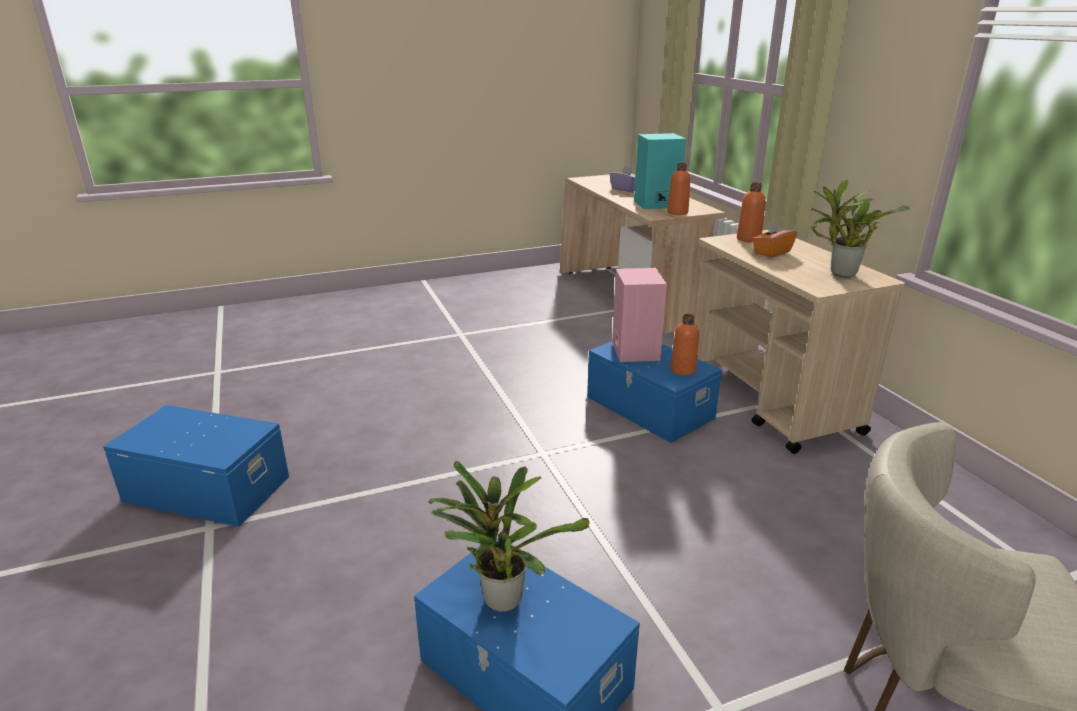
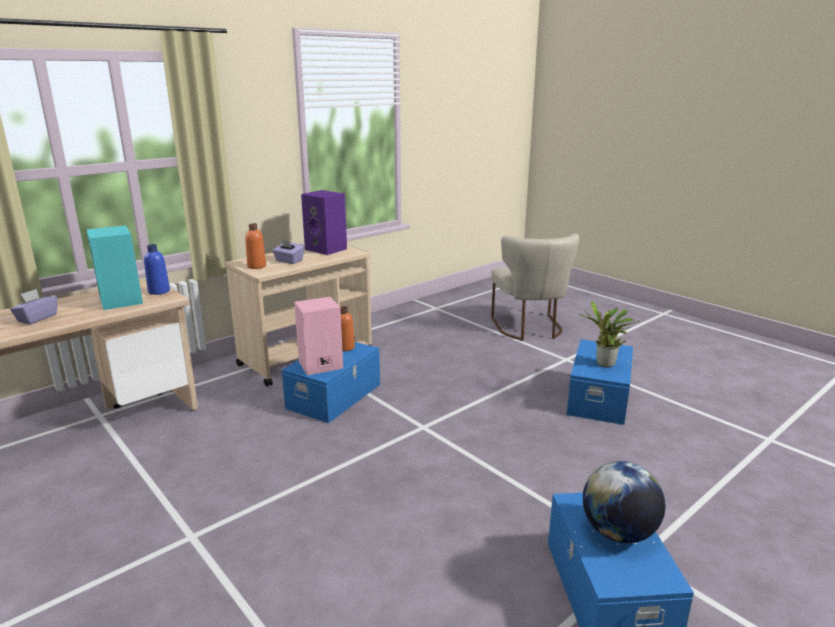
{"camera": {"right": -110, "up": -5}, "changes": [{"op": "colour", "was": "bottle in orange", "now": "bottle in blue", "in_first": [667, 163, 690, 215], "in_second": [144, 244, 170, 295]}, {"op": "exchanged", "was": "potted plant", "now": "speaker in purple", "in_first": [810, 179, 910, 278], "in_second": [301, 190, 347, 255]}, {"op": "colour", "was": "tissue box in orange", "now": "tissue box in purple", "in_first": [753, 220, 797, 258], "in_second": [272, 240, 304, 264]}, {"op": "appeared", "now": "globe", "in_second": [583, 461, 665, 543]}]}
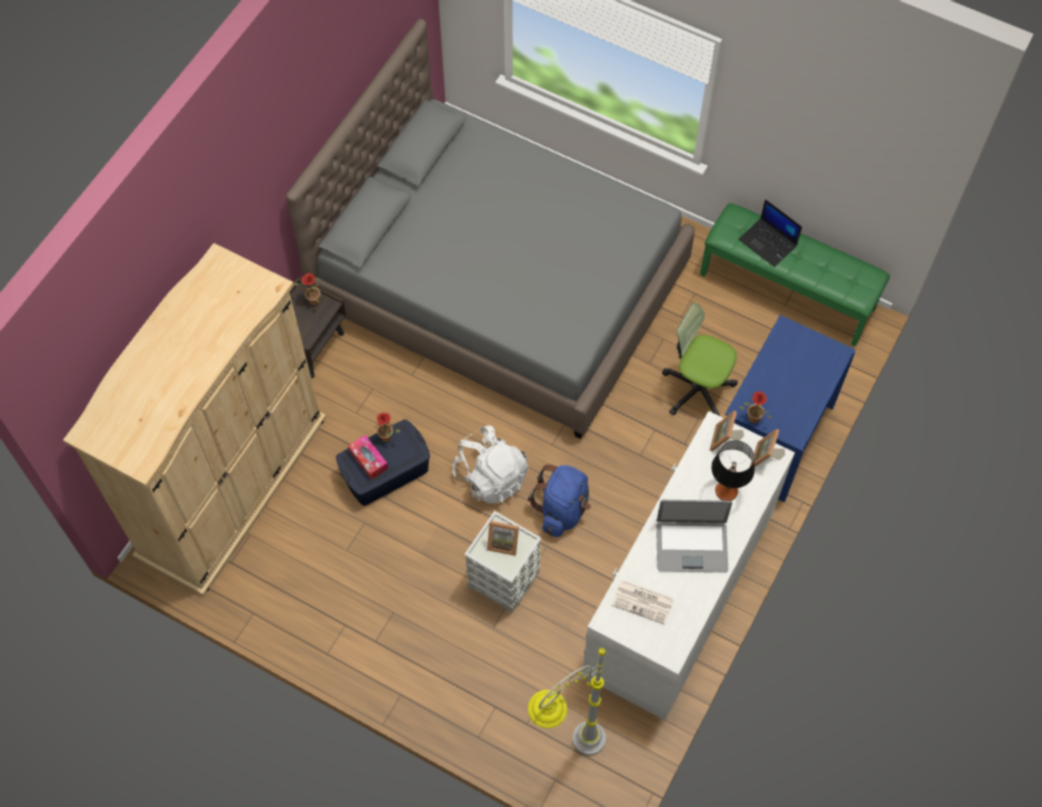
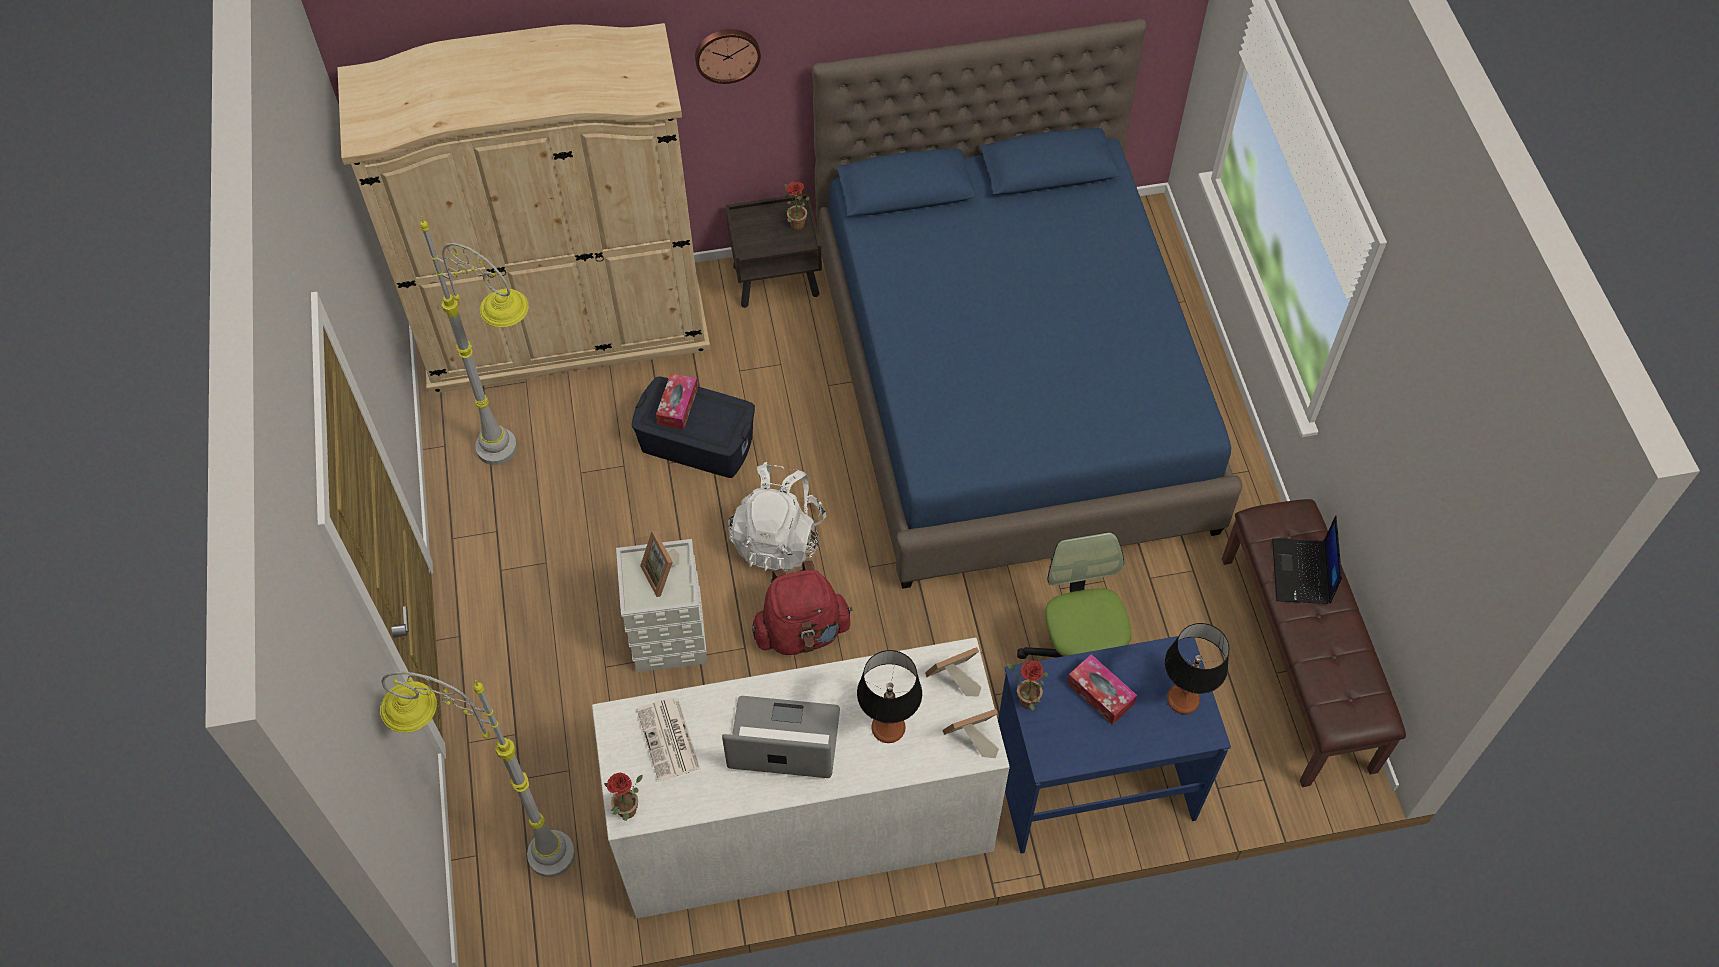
{"camera": {"right": 50, "up": -5}, "changes": [{"op": "colour", "was": "bed in grey", "now": "bed in blue", "in_first": [286, 19, 695, 439], "in_second": [812, 18, 1242, 589]}, {"op": "colour", "was": "bench in green", "now": "bench in brown", "in_first": [700, 203, 890, 346], "in_second": [1222, 499, 1406, 787]}, {"op": "relocated", "was": "potted plant", "in_first": [374, 413, 400, 442], "in_second": [604, 773, 643, 821]}, {"op": "colour", "was": "backpack in blue", "now": "backpack in red", "in_first": [528, 464, 591, 537], "in_second": [752, 560, 853, 655]}, {"op": "spun", "was": "laptop", "in_first": [656, 500, 732, 572], "in_second": [722, 696, 840, 778], "clockwise": 135}, {"op": "appeared", "now": "wall clock", "in_second": [695, 29, 761, 84]}, {"op": "appeared", "now": "floor lamp in grey", "in_second": [420, 216, 529, 465]}, {"op": "appeared", "now": "table lamp", "in_second": [1165, 623, 1229, 714]}, {"op": "appeared", "now": "tissue box", "in_second": [1067, 654, 1137, 725]}]}
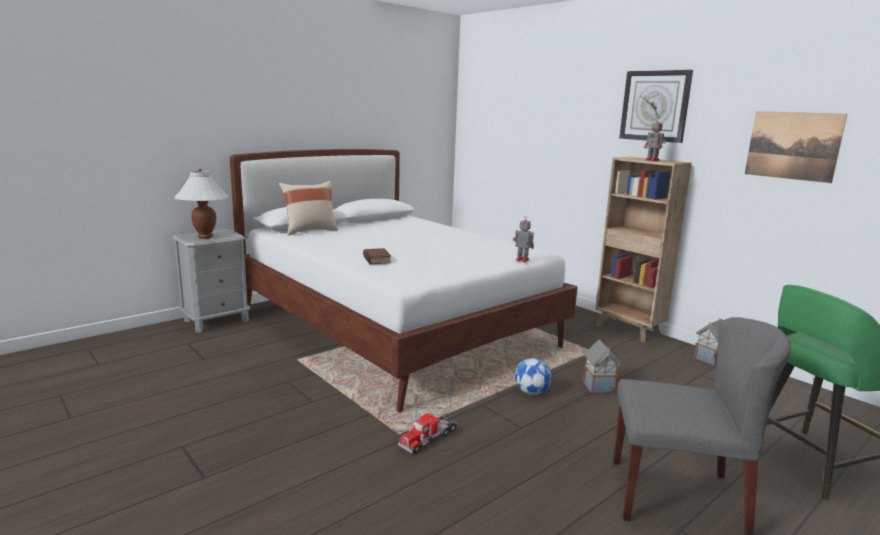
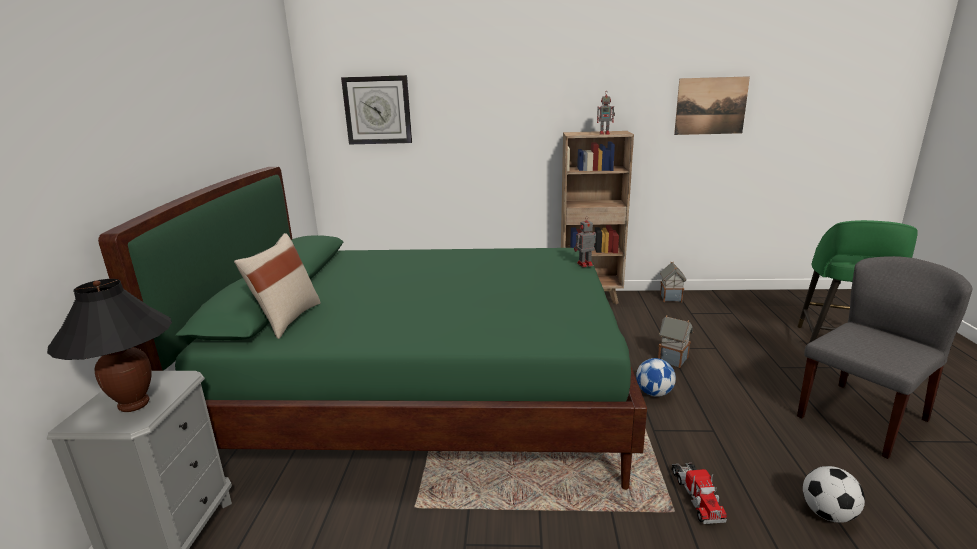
{"camera": {"right": -45, "up": 5}, "changes": [{"op": "relocated", "was": "wall clock", "in_first": [619, 70, 693, 143], "in_second": [341, 75, 412, 144]}, {"op": "colour", "was": "bed in white", "now": "bed in green", "in_first": [230, 149, 578, 412], "in_second": [98, 167, 647, 490]}, {"op": "colour", "was": "table lamp in white", "now": "table lamp in black", "in_first": [174, 169, 229, 239], "in_second": [47, 279, 172, 412]}, {"op": "missing", "was": "book", "in_first": [363, 248, 391, 264]}, {"op": "appeared", "now": "football", "in_second": [803, 466, 865, 523]}]}
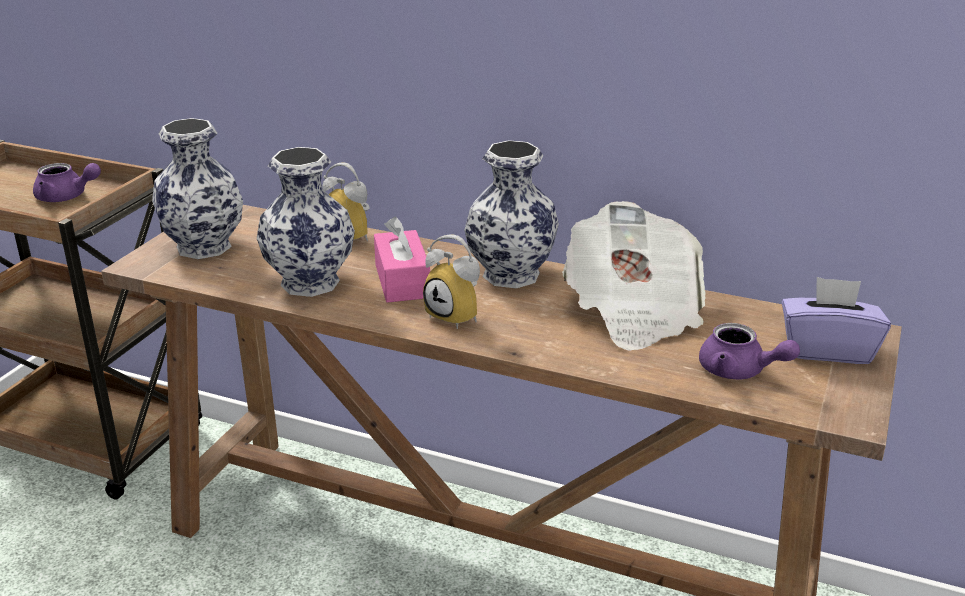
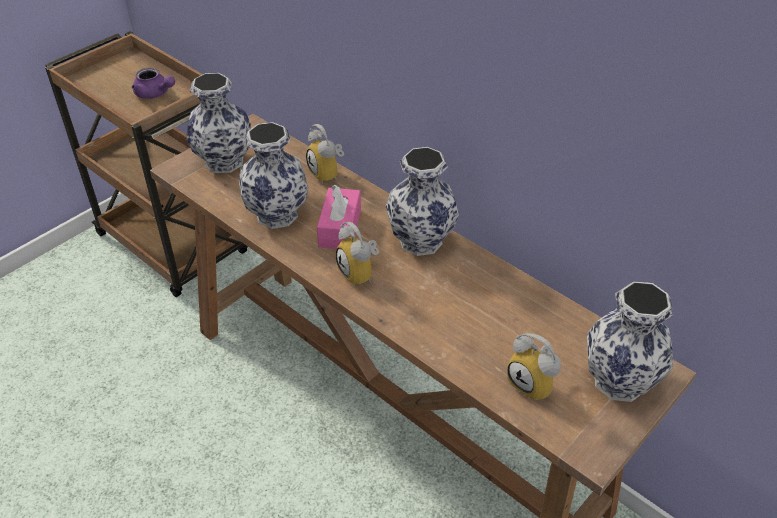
{"camera": {"right": 20, "up": 15}, "changes": [{"op": "missing", "was": "newspaper", "in_first": [562, 201, 705, 351]}, {"op": "exchanged", "was": "tissue box in purple", "now": "vase", "in_first": [782, 277, 891, 364], "in_second": [587, 281, 673, 402]}, {"op": "exchanged", "was": "teapot in purple", "now": "alarm clock", "in_first": [699, 323, 800, 380], "in_second": [507, 333, 561, 401]}]}
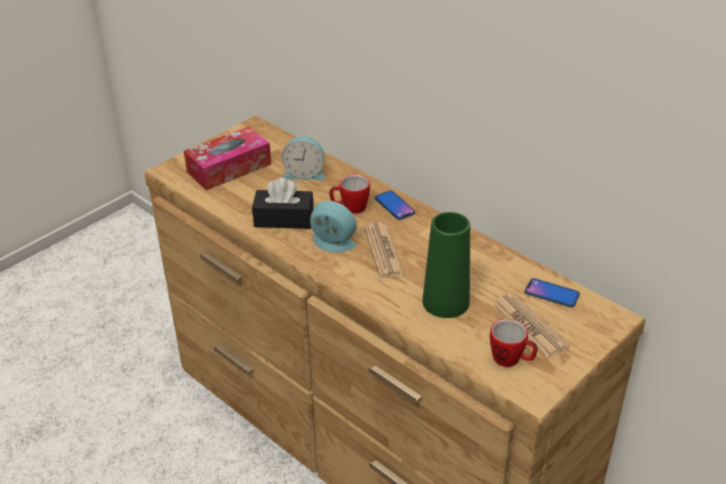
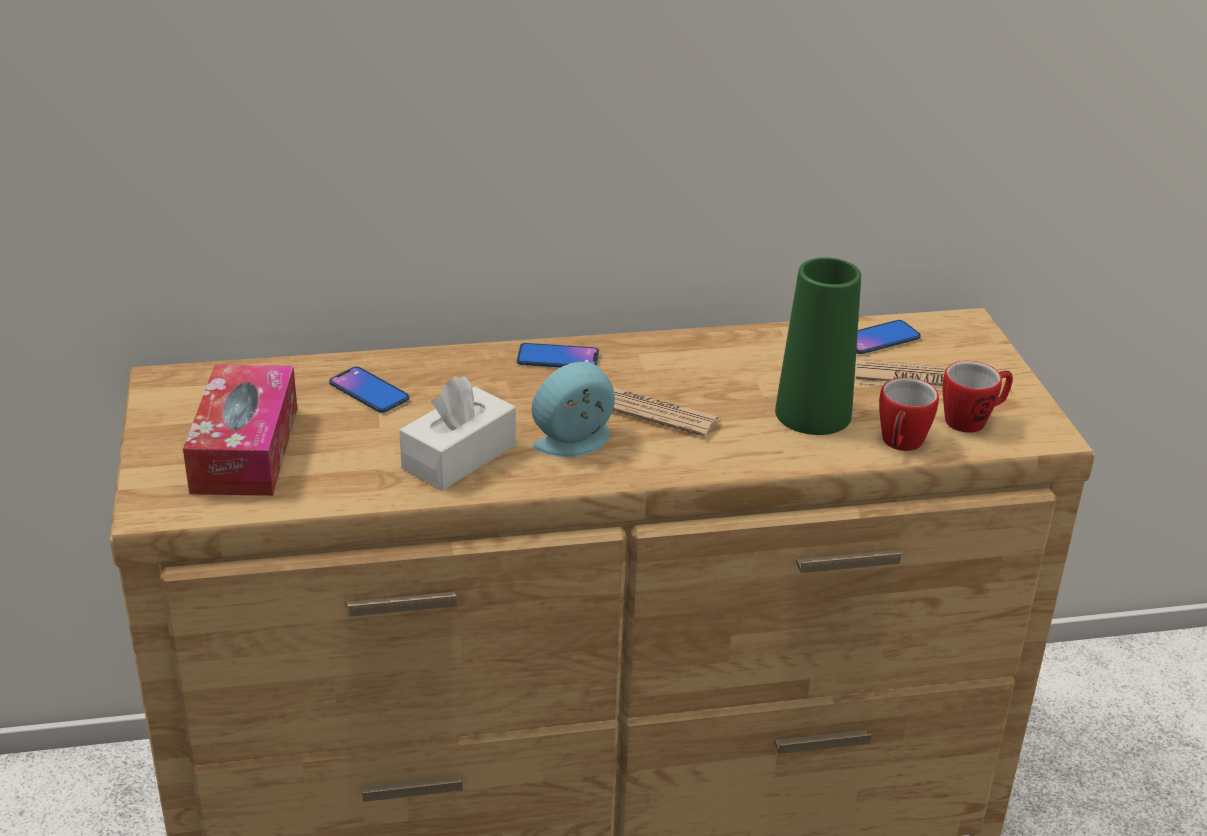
{"camera": {"right": -55, "up": -5}, "changes": [{"op": "exchanged", "was": "alarm clock", "now": "phone", "in_first": [281, 136, 325, 180], "in_second": [329, 367, 409, 413]}, {"op": "relocated", "was": "mug", "in_first": [330, 174, 370, 214], "in_second": [879, 377, 939, 451]}, {"op": "colour", "was": "tissue box in black", "now": "tissue box in white", "in_first": [252, 178, 314, 229], "in_second": [399, 376, 516, 490]}]}
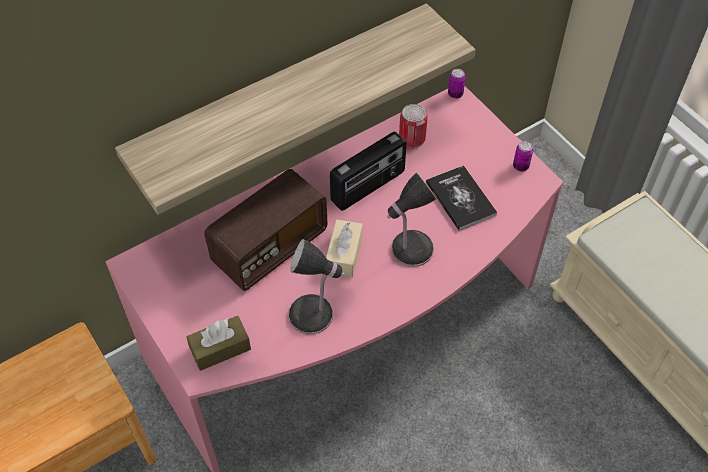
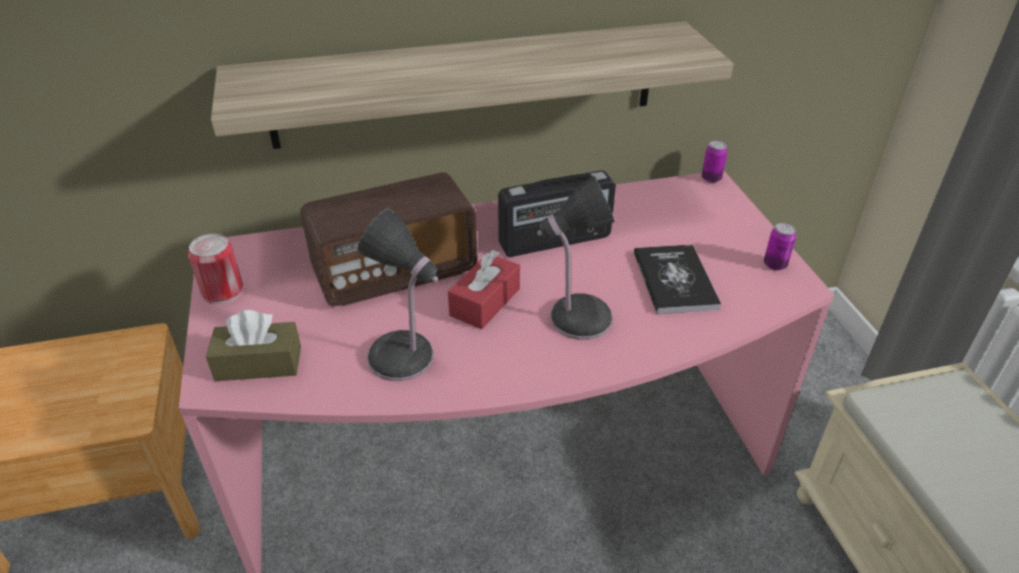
{"camera": {"right": 20, "up": -15}, "changes": [{"op": "relocated", "was": "can", "in_first": [399, 104, 428, 149], "in_second": [188, 234, 243, 304]}, {"op": "colour", "was": "tissue box in beige", "now": "tissue box in red", "in_first": [326, 219, 363, 277], "in_second": [448, 250, 520, 329]}]}
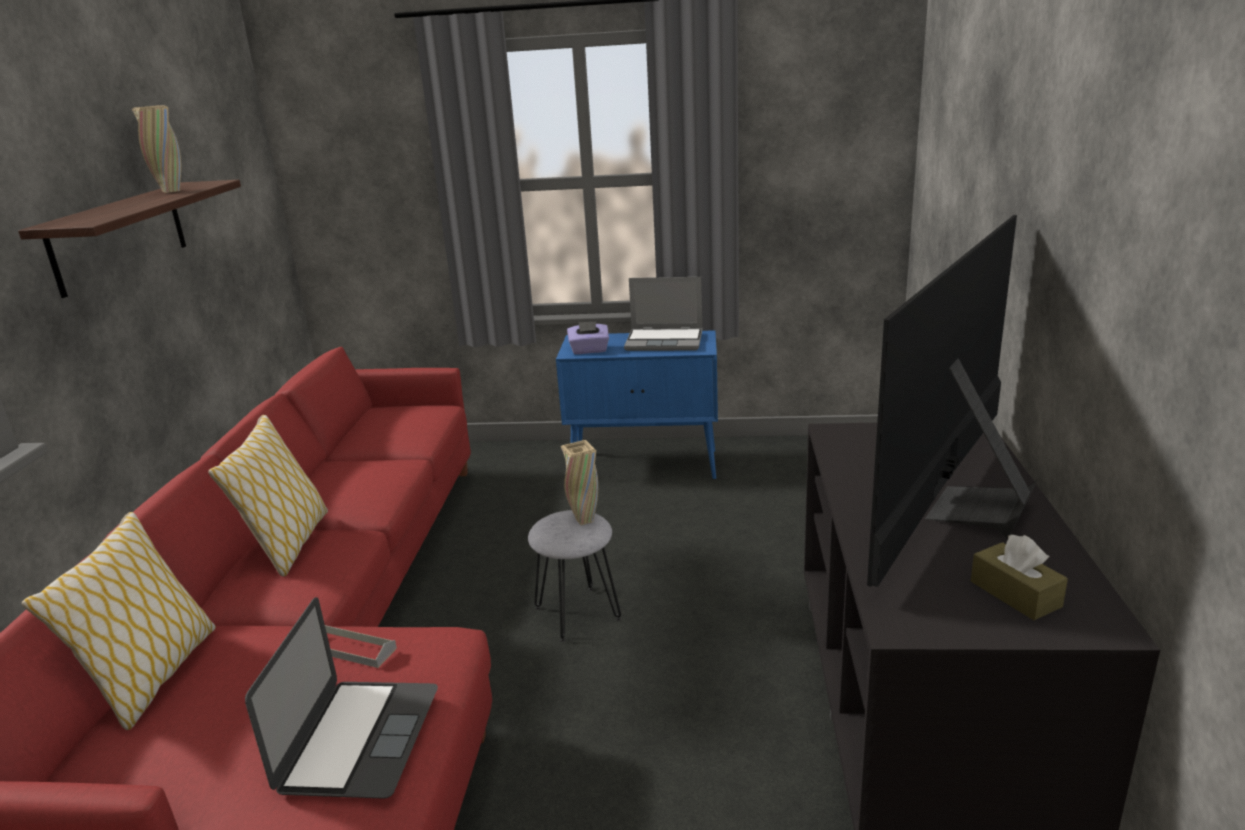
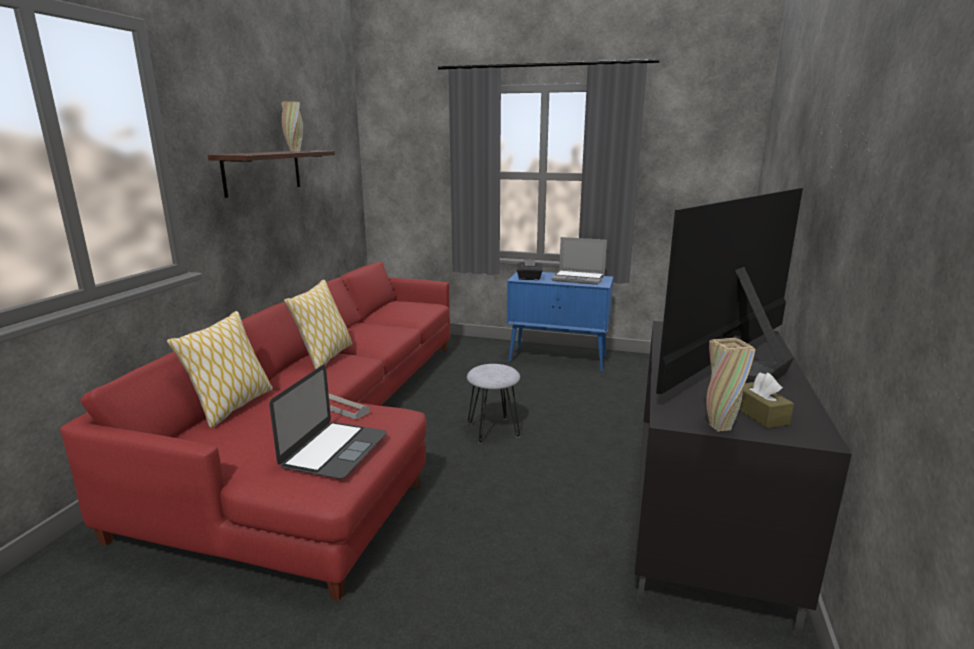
{"camera": {"right": 10, "up": -5}, "changes": [{"op": "colour", "was": "tissue box in purple", "now": "tissue box in black", "in_first": [567, 321, 609, 354], "in_second": [517, 259, 543, 280]}, {"op": "relocated", "was": "vase in beige", "in_first": [561, 440, 598, 525], "in_second": [706, 338, 755, 432]}]}
